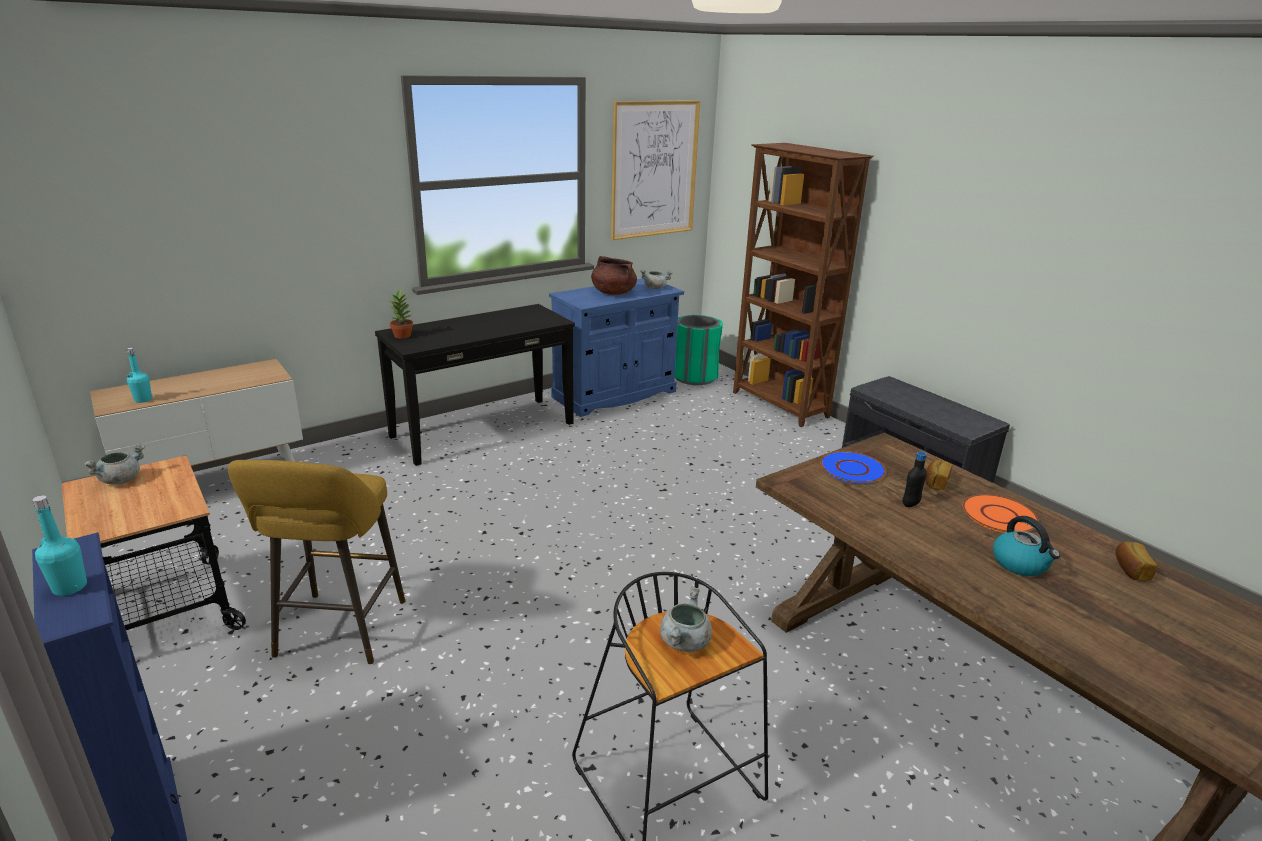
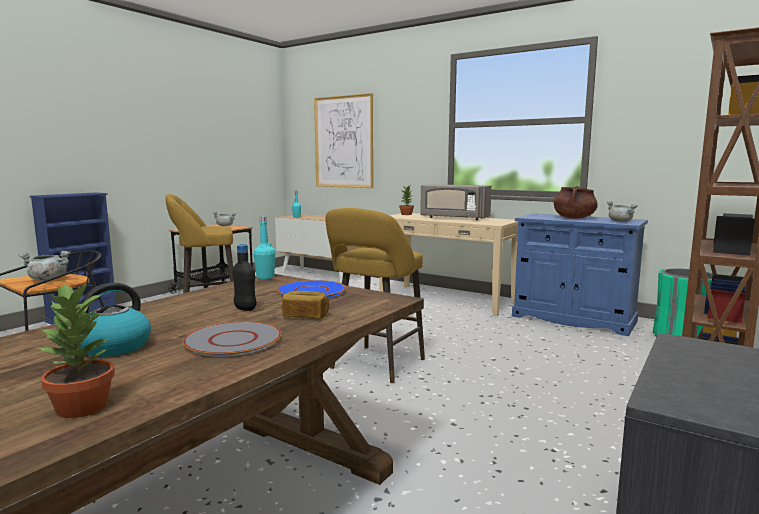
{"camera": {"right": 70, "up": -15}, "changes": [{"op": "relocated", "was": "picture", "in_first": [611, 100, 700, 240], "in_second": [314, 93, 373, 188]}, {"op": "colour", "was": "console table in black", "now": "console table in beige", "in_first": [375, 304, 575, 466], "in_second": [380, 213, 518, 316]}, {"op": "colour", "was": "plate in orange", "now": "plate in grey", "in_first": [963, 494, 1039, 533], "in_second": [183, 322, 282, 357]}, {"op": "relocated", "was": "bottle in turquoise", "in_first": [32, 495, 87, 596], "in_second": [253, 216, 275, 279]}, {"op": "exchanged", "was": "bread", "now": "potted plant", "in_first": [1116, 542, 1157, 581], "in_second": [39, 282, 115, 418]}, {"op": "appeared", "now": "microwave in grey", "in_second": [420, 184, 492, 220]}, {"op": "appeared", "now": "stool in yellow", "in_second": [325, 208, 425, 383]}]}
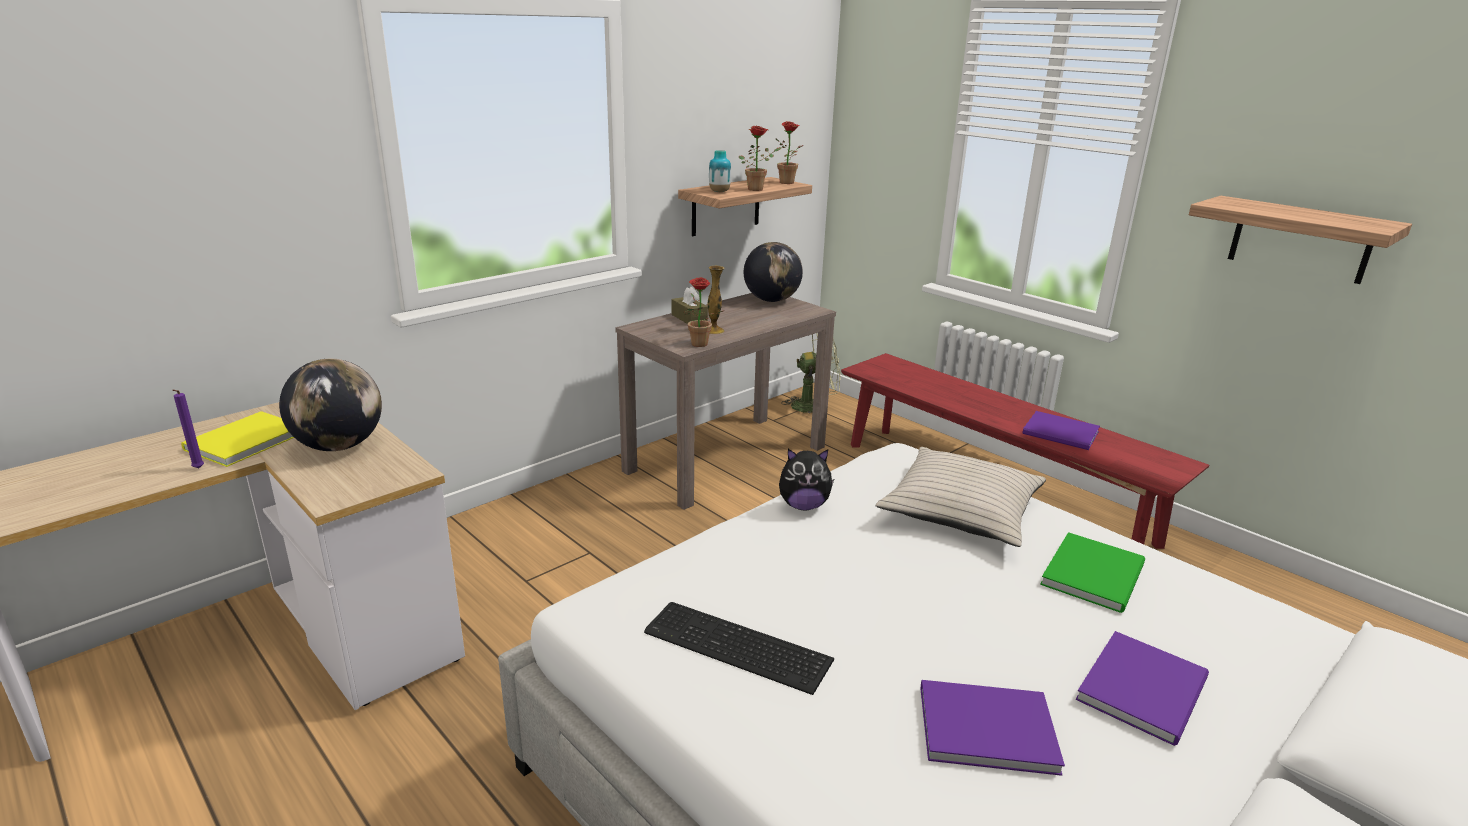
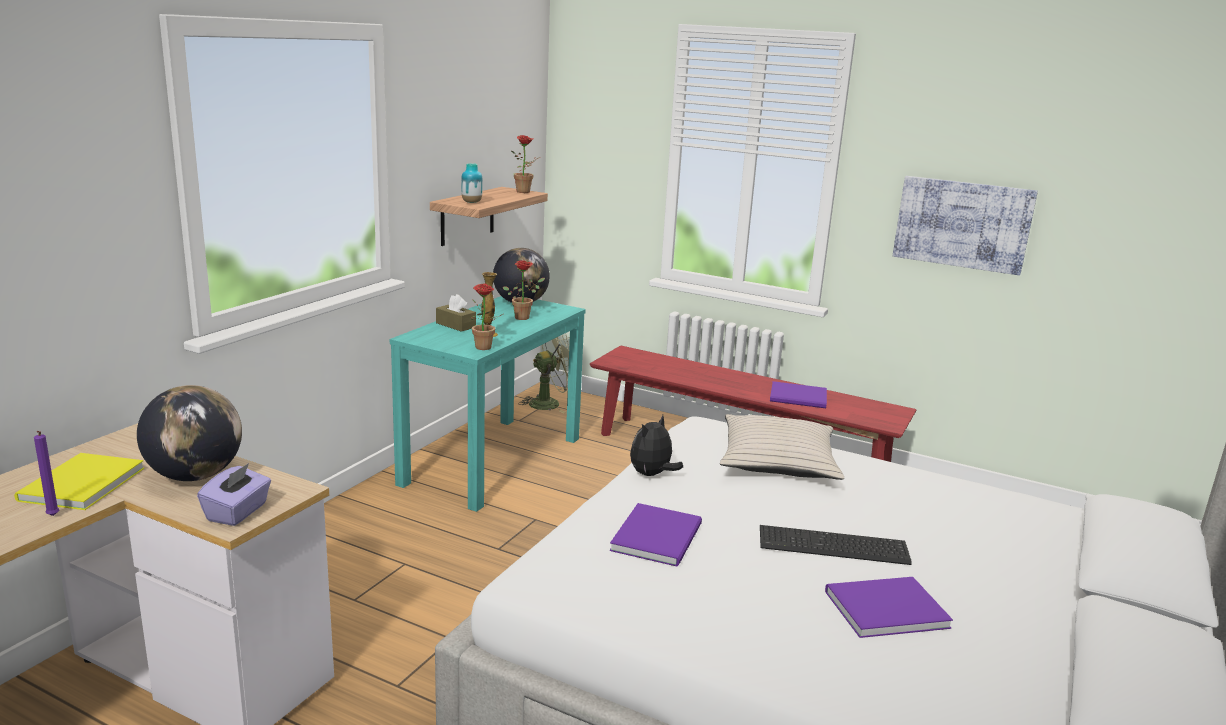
{"camera": {"right": -20, "up": -5}, "changes": [{"op": "relocated", "was": "potted plant", "in_first": [739, 126, 782, 191], "in_second": [503, 260, 545, 320]}, {"op": "exchanged", "was": "shelf", "now": "picture", "in_first": [1189, 196, 1412, 284], "in_second": [893, 176, 1038, 276]}, {"op": "colour", "was": "console table in brown", "now": "console table in turquoise", "in_first": [615, 293, 836, 510], "in_second": [390, 296, 586, 512]}, {"op": "spun", "was": "plush toy", "in_first": [779, 449, 834, 510], "in_second": [630, 415, 683, 476], "clockwise": 150}, {"op": "missing", "was": "book in green", "in_first": [1040, 532, 1145, 613]}, {"op": "relocated", "was": "keyboard", "in_first": [644, 602, 834, 695], "in_second": [760, 525, 912, 565]}, {"op": "relocated", "was": "book in purple", "in_first": [1076, 631, 1209, 746], "in_second": [610, 503, 702, 566]}, {"op": "appeared", "now": "tissue box in purple", "in_second": [197, 463, 271, 526]}]}
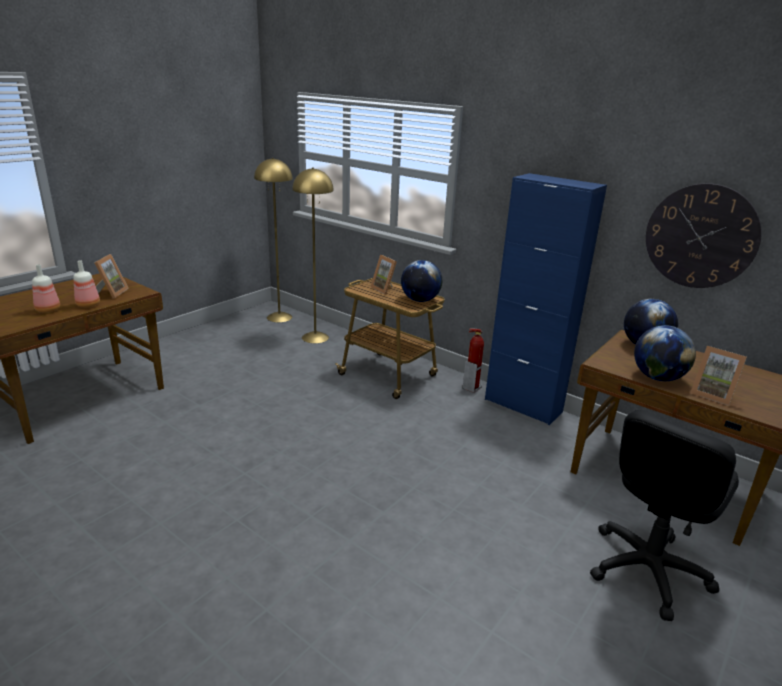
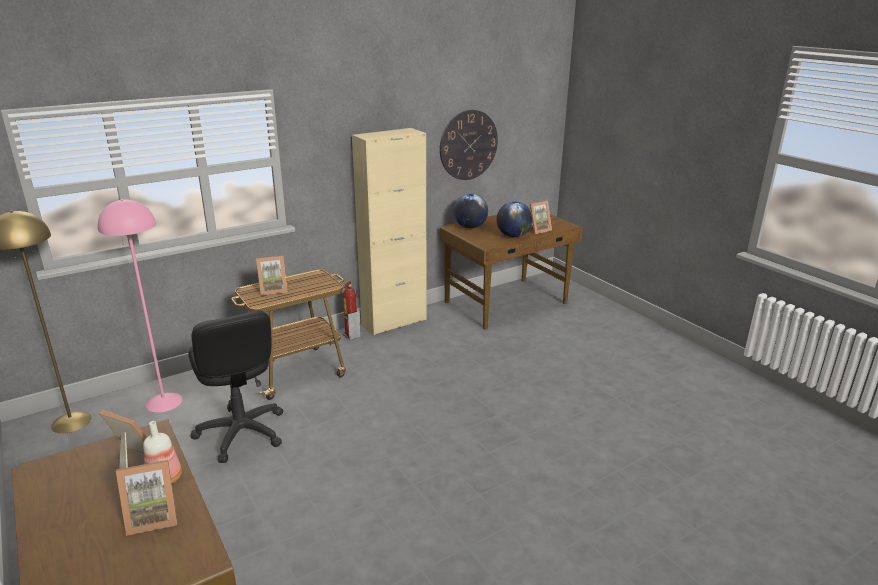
{"camera": {"right": -70, "up": 0}, "changes": [{"op": "colour", "was": "floor lamp in yellow", "now": "floor lamp in pink", "in_first": [292, 168, 334, 343], "in_second": [98, 199, 183, 413]}, {"op": "colour", "was": "cabinet in blue", "now": "cabinet in beige", "in_first": [485, 173, 607, 425], "in_second": [352, 128, 427, 335]}, {"op": "missing", "was": "globe", "in_first": [401, 260, 442, 302]}, {"op": "exchanged", "was": "bottle", "now": "picture frame", "in_first": [32, 264, 60, 313], "in_second": [116, 460, 178, 536]}, {"op": "relocated", "was": "office chair in black", "in_first": [590, 410, 739, 621], "in_second": [188, 310, 283, 463]}]}
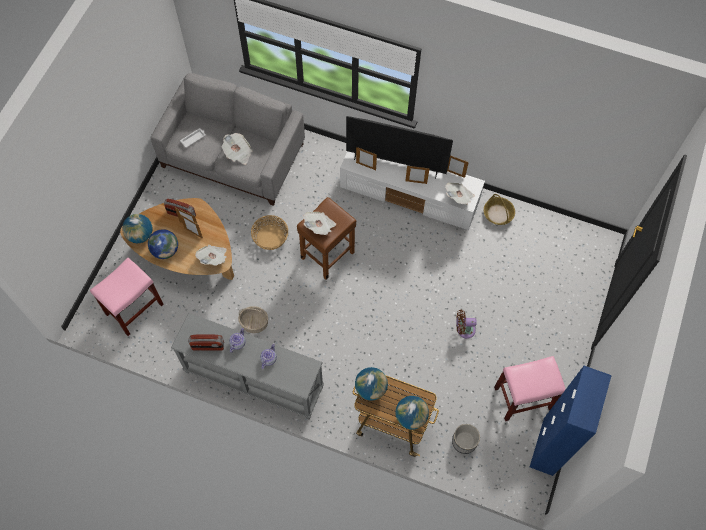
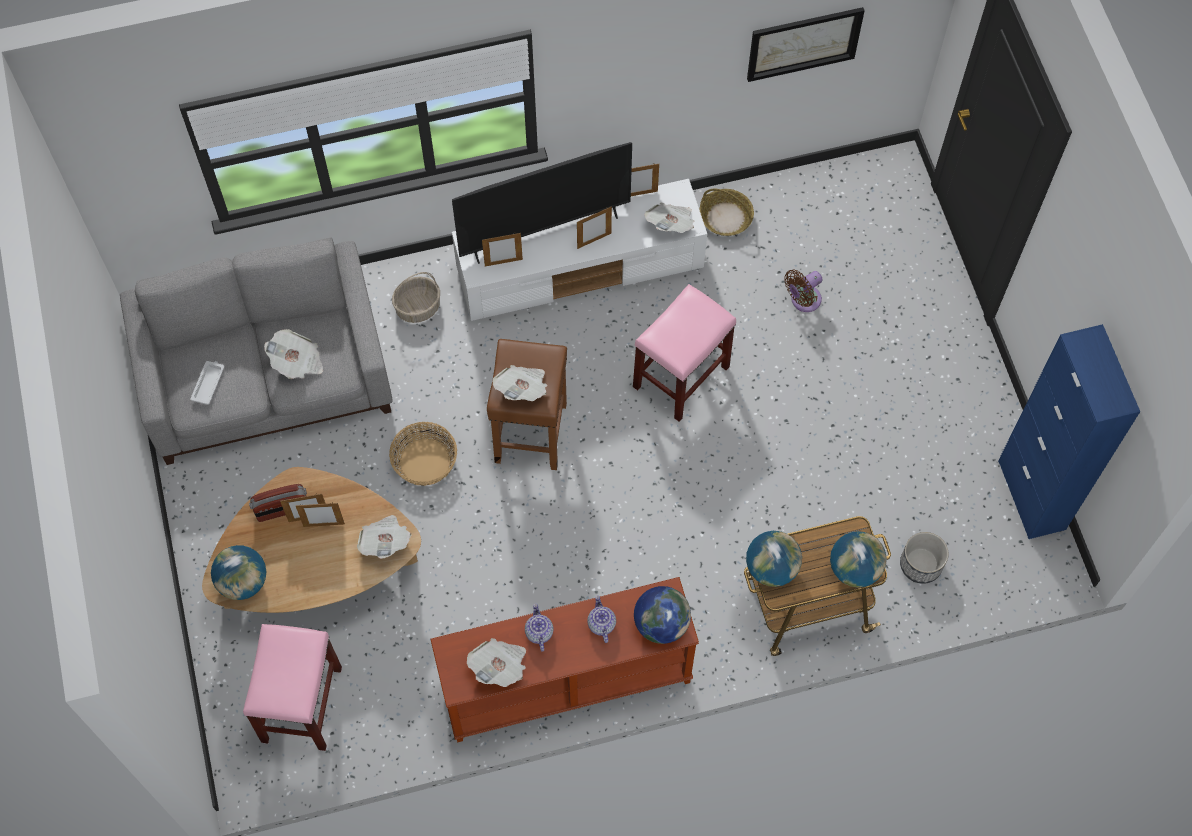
{"camera": {"right": -35, "up": 0}, "changes": [{"op": "relocated", "was": "globe", "in_first": [148, 229, 178, 259], "in_second": [634, 586, 691, 644]}, {"op": "relocated", "was": "basket", "in_first": [238, 306, 268, 333], "in_second": [392, 272, 440, 323]}, {"op": "relocated", "was": "fan in brown", "in_first": [456, 310, 477, 339], "in_second": [784, 270, 823, 312]}, {"op": "colour", "was": "console table in grey", "now": "console table in brown", "in_first": [171, 313, 324, 420], "in_second": [430, 577, 699, 742]}, {"op": "exchanged", "was": "radio", "now": "newspaper", "in_first": [188, 334, 224, 350], "in_second": [467, 638, 526, 687]}, {"op": "relocated", "was": "stool in pink", "in_first": [494, 356, 566, 421], "in_second": [633, 284, 736, 422]}, {"op": "appeared", "now": "picture", "in_second": [747, 7, 865, 82]}]}
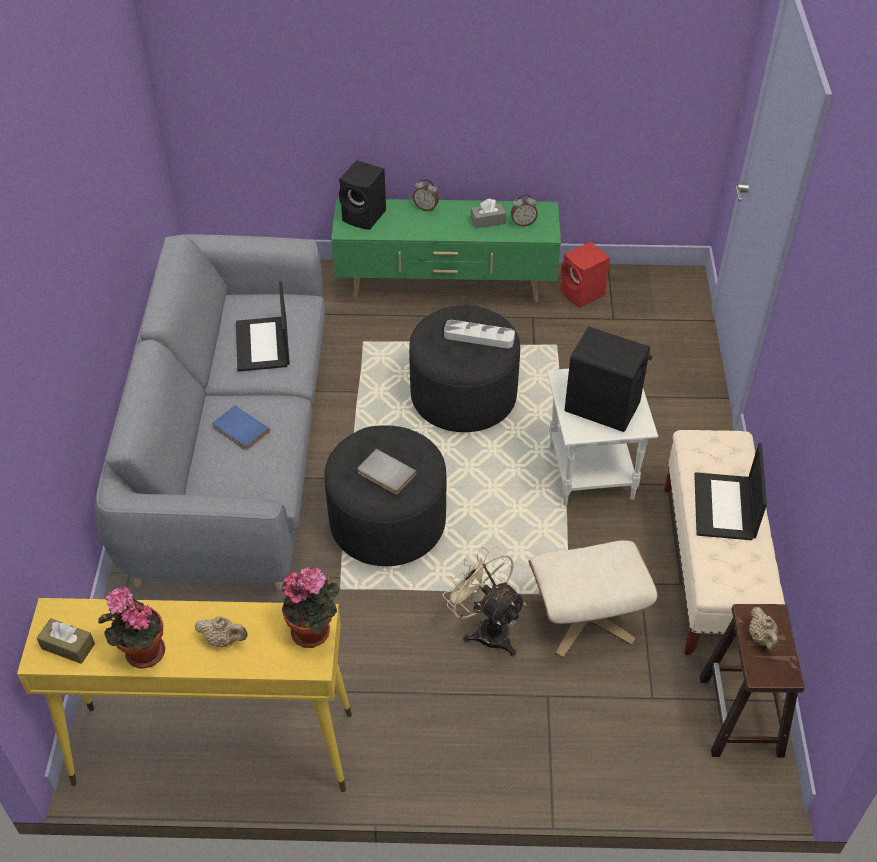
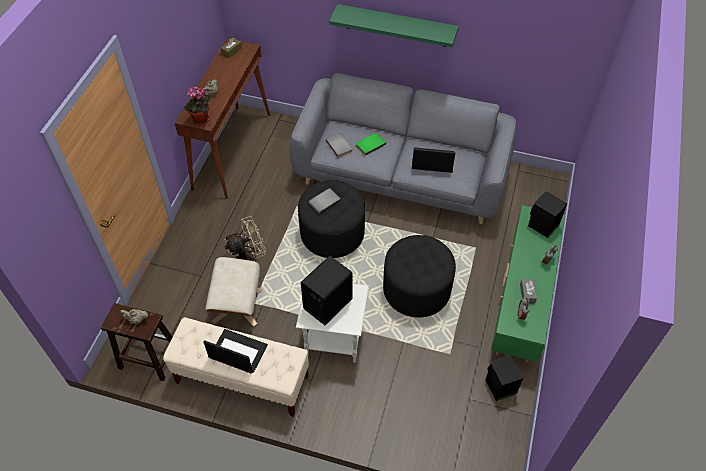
{"camera": {"right": 105, "up": 5}, "changes": [{"op": "colour", "was": "speaker in red", "now": "speaker in black", "in_first": [561, 242, 610, 308], "in_second": [485, 356, 523, 401]}, {"op": "missing", "was": "tray in grey", "in_first": [444, 320, 515, 349]}, {"op": "colour", "was": "book in blue", "now": "book in green", "in_first": [213, 406, 270, 450], "in_second": [356, 133, 386, 156]}, {"op": "missing", "was": "potted plant", "in_first": [98, 587, 165, 669]}, {"op": "colour", "was": "console table in yellow", "now": "console table in brown", "in_first": [17, 598, 352, 792], "in_second": [175, 39, 270, 199]}, {"op": "appeared", "now": "shelf in green", "in_second": [329, 4, 459, 47]}, {"op": "appeared", "now": "book in grey", "in_second": [326, 133, 353, 157]}]}
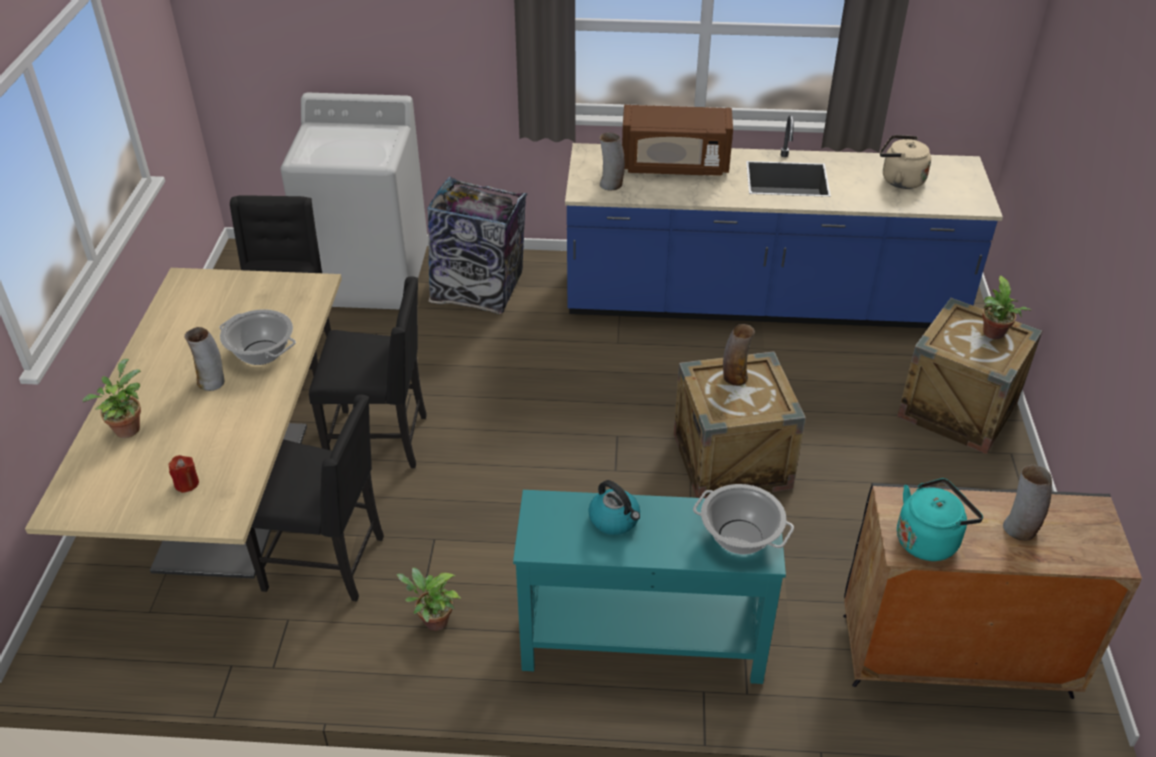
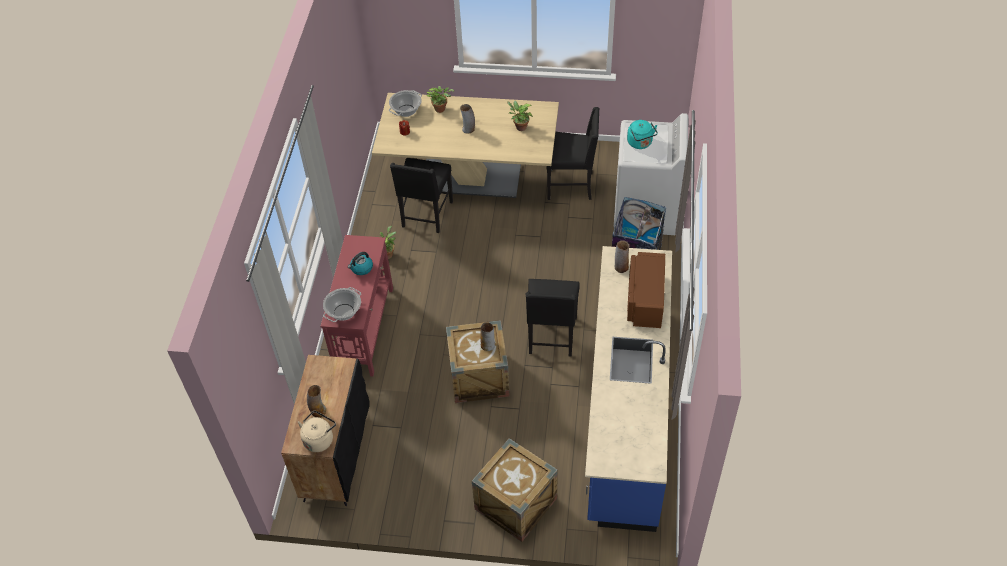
{"camera": {"right": 95, "up": 10}, "changes": [{"op": "relocated", "was": "kettle in beige", "in_first": [880, 135, 931, 189], "in_second": [298, 410, 336, 452]}, {"op": "relocated", "was": "chair in black", "in_first": [309, 276, 427, 468], "in_second": [526, 279, 580, 357]}, {"op": "relocated", "was": "potted plant", "in_first": [982, 276, 1031, 339], "in_second": [507, 101, 533, 131]}, {"op": "relocated", "was": "cooking pot", "in_first": [219, 309, 296, 365], "in_second": [389, 90, 422, 117]}, {"op": "relocated", "was": "kettle in turquoise", "in_first": [897, 478, 983, 561], "in_second": [627, 120, 658, 149]}, {"op": "colour", "was": "console table in turquoise", "now": "console table in red", "in_first": [513, 490, 786, 684], "in_second": [320, 235, 393, 376]}]}
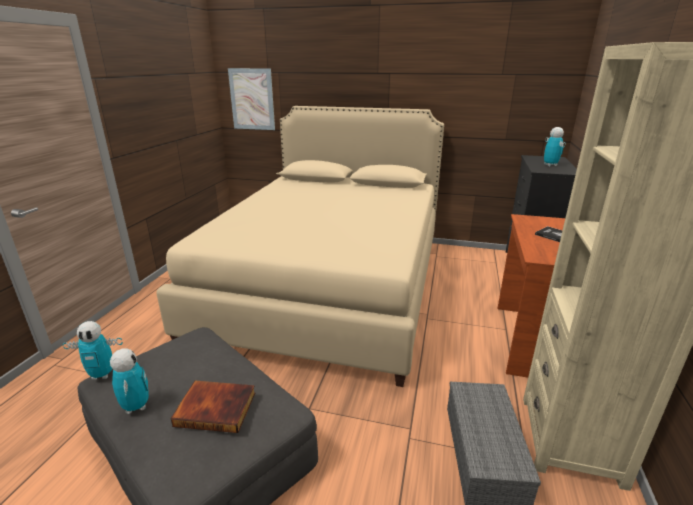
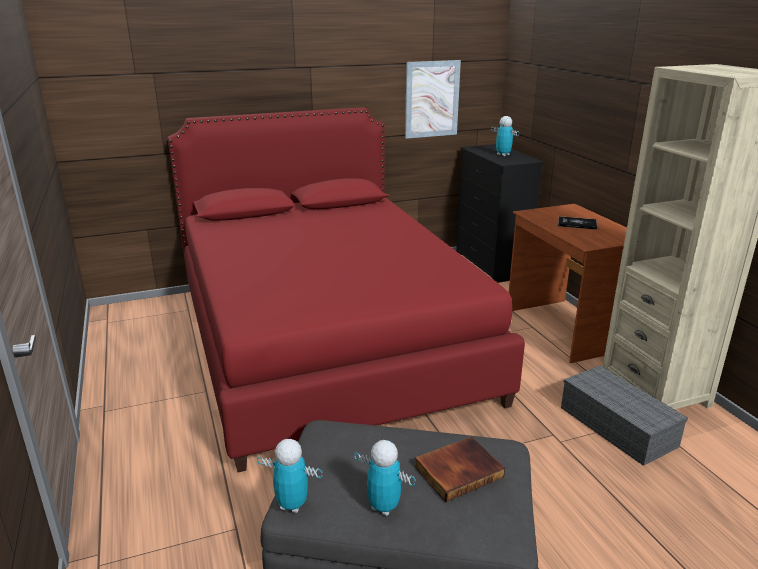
{"camera": {"right": -35, "up": 0}, "changes": [{"op": "relocated", "was": "picture", "in_first": [228, 68, 275, 130], "in_second": [405, 60, 461, 139]}, {"op": "colour", "was": "bed in beige", "now": "bed in red", "in_first": [156, 106, 444, 387], "in_second": [168, 107, 525, 472]}, {"op": "spun", "was": "toy robot", "in_first": [62, 321, 123, 380], "in_second": [257, 439, 322, 513], "clockwise": -120}]}
